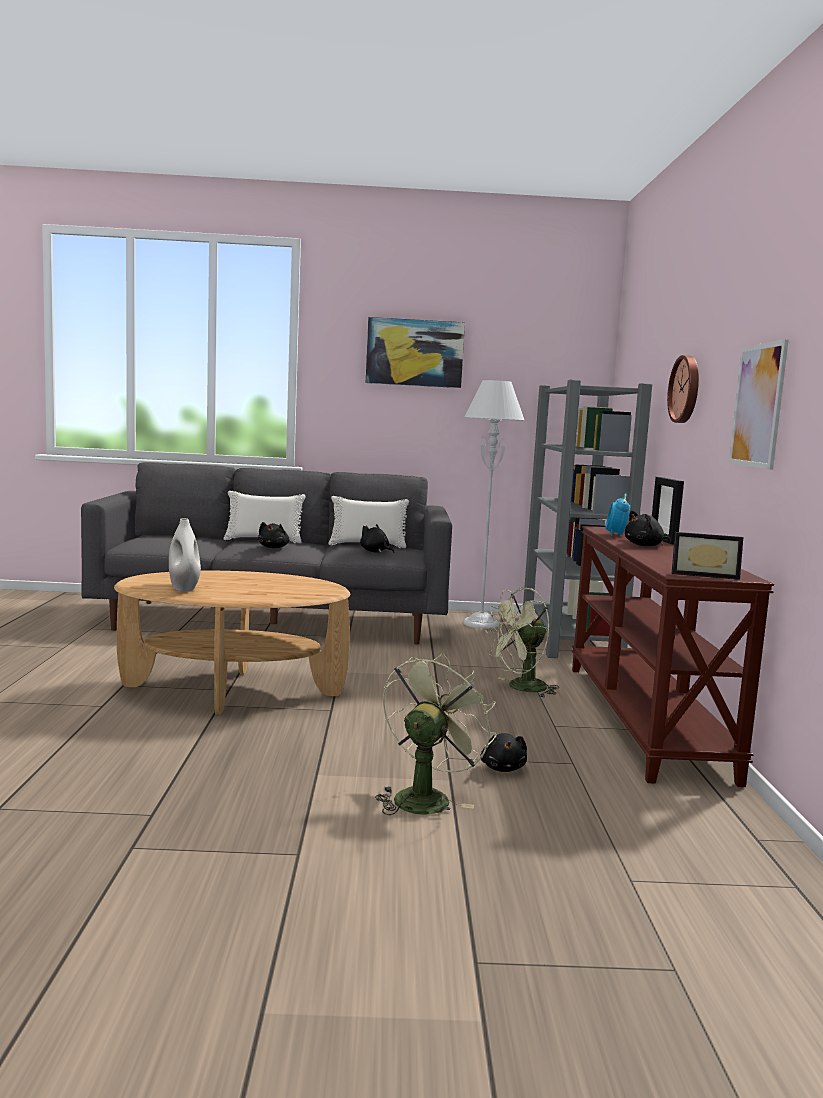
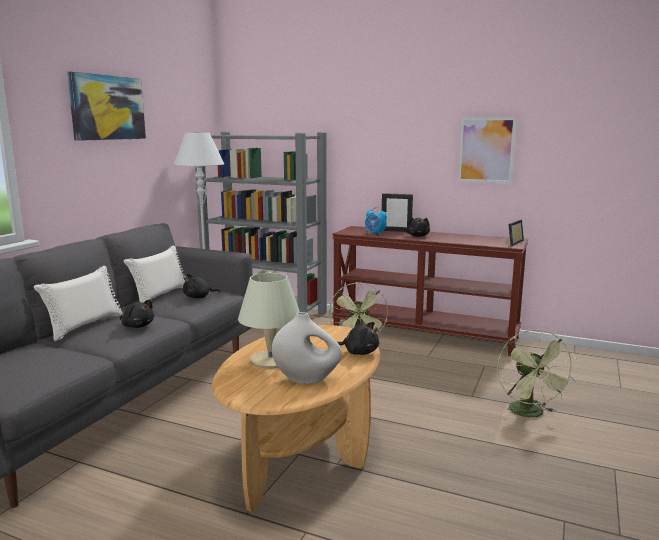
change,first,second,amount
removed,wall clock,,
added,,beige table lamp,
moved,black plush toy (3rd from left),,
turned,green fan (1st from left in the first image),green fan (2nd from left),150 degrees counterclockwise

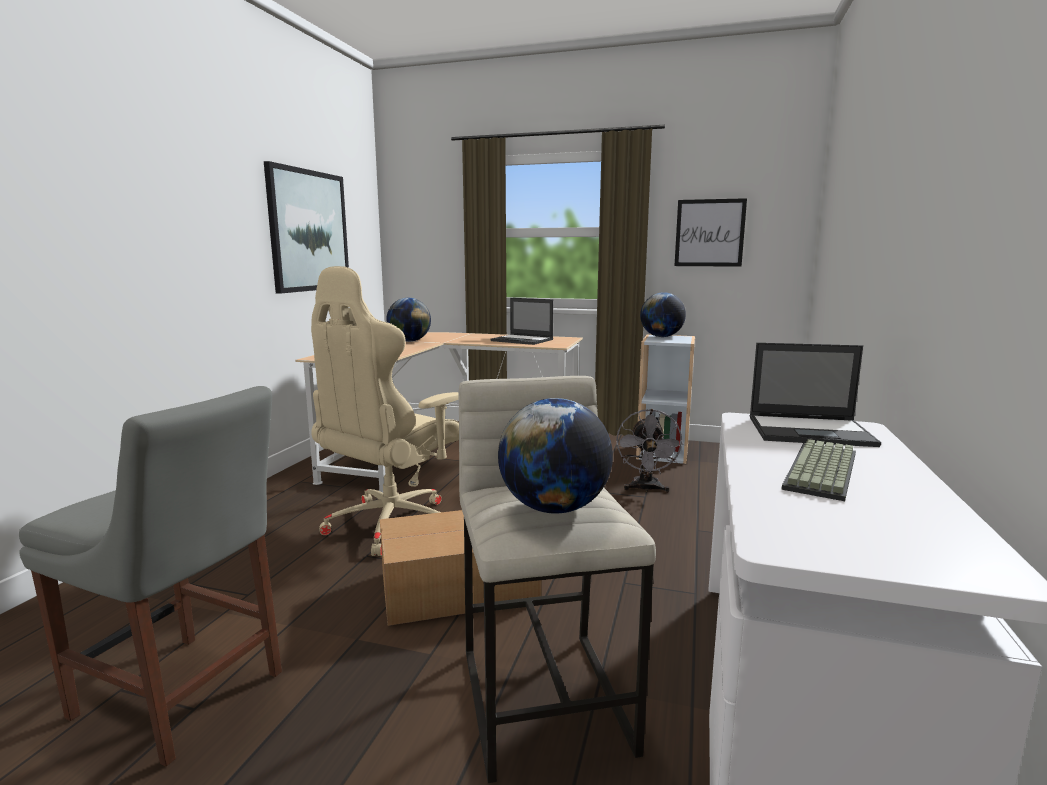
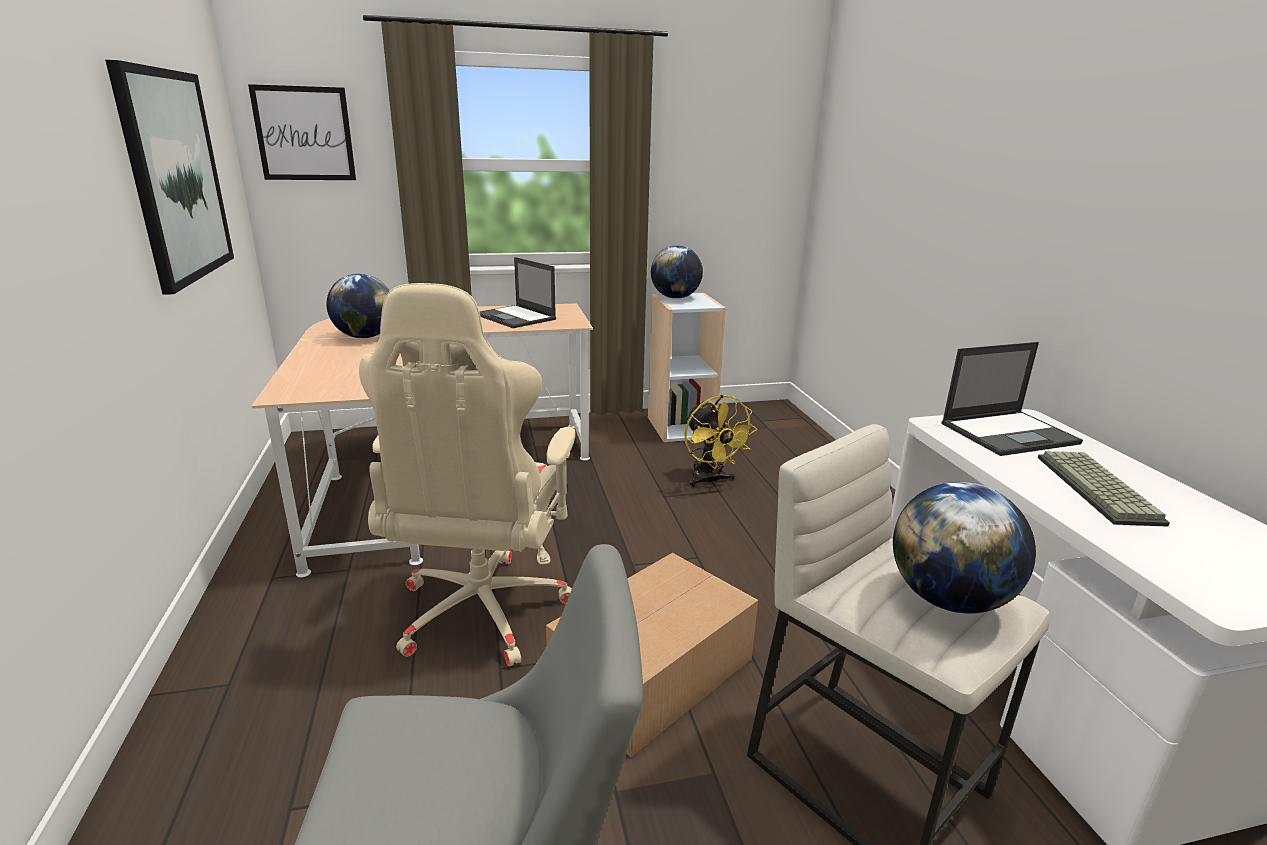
change,first,second,amount
moved,picture (2nd from left),,
recoloured,grey fan,yellow fan,
turned,laptop (1st from left),,45 degrees clockwise

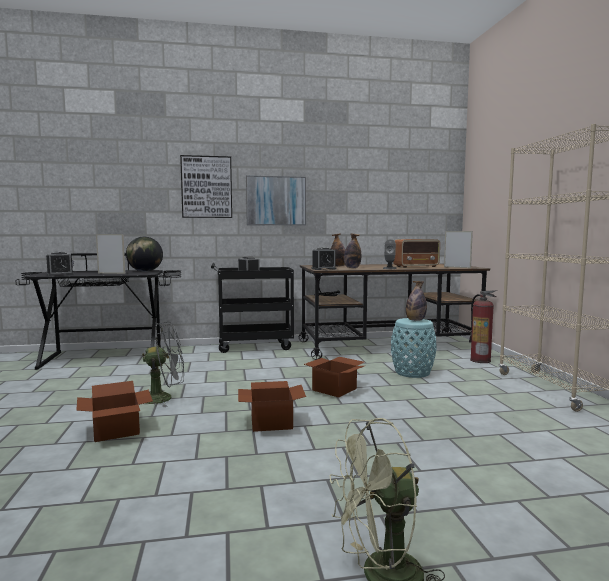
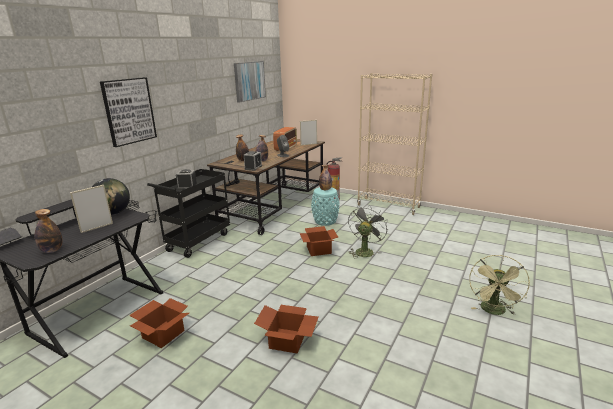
change,first,second,amount
moved,grey fan,,
moved,cardboard box (2nd from left in the first image),cardboard box (1st from left),
moved,picture (2nd from left),,
replaced,alarm clock (1st from left),bottle (1st from left),

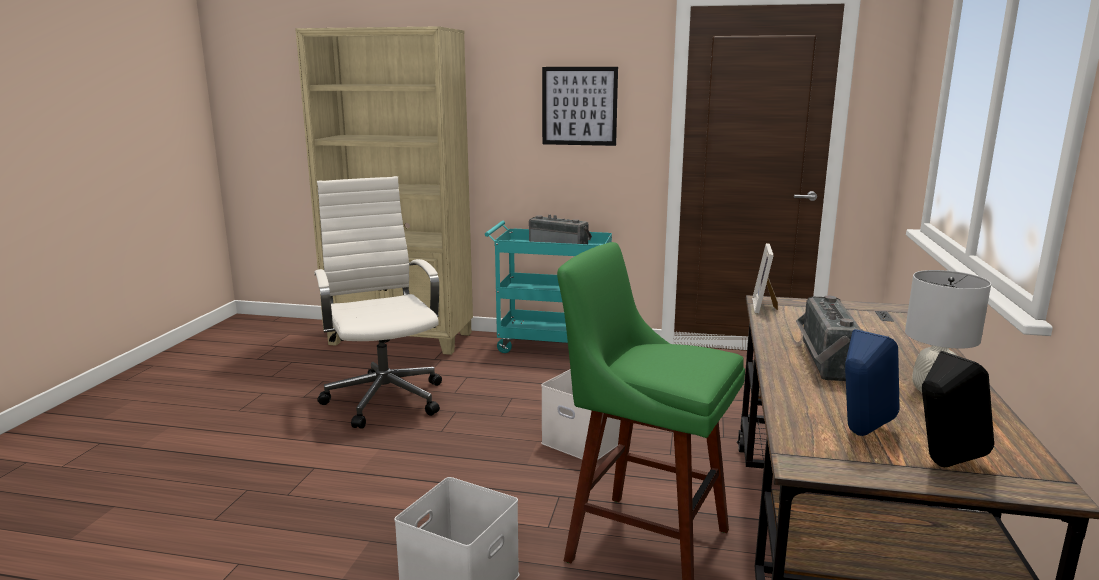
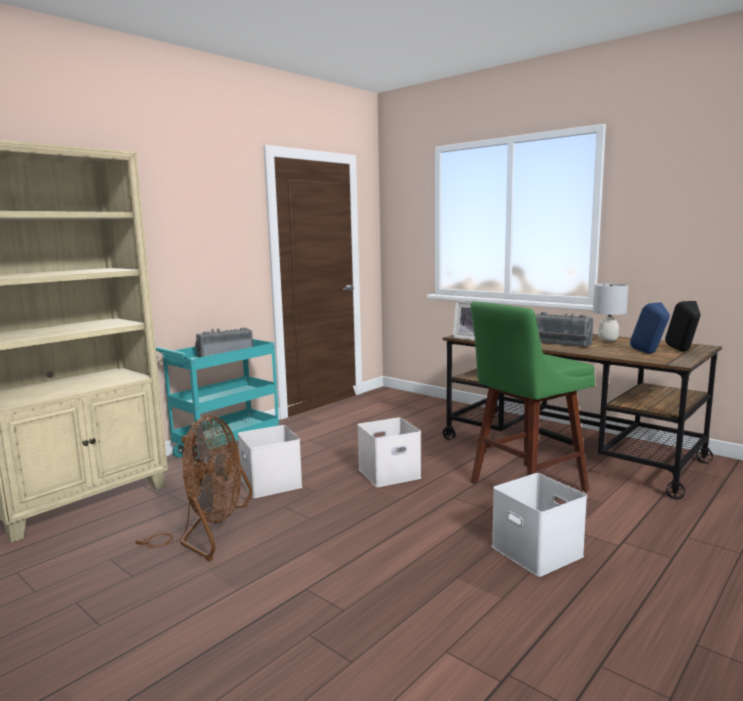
change,first,second,amount
removed,picture,,
added,,white storage box (1st from left),
replaced,white office chair,brown fan,

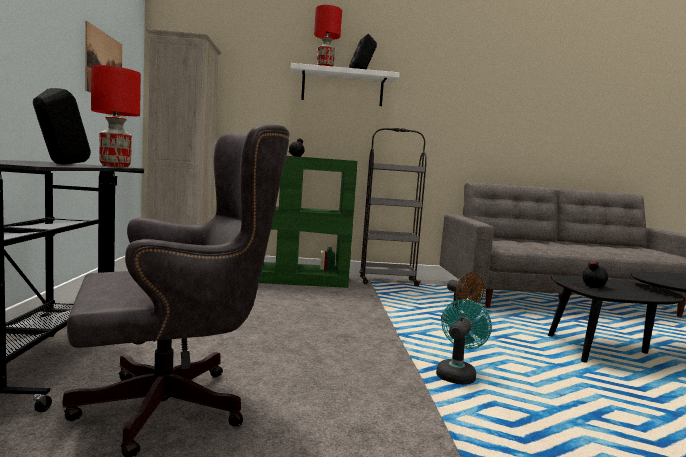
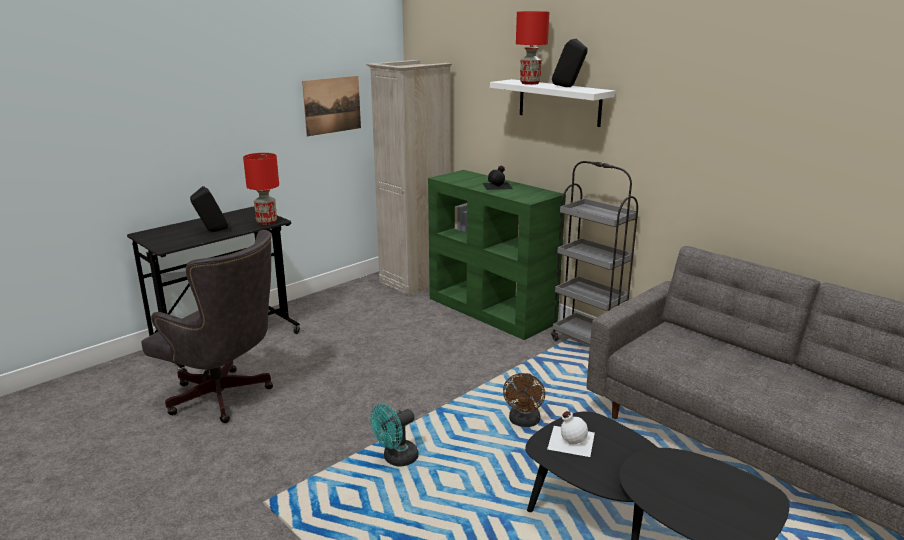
change,first,second,amount
recoloured,black bottle (2nd from left),white bottle,
turned,turquoise fan,,150 degrees clockwise

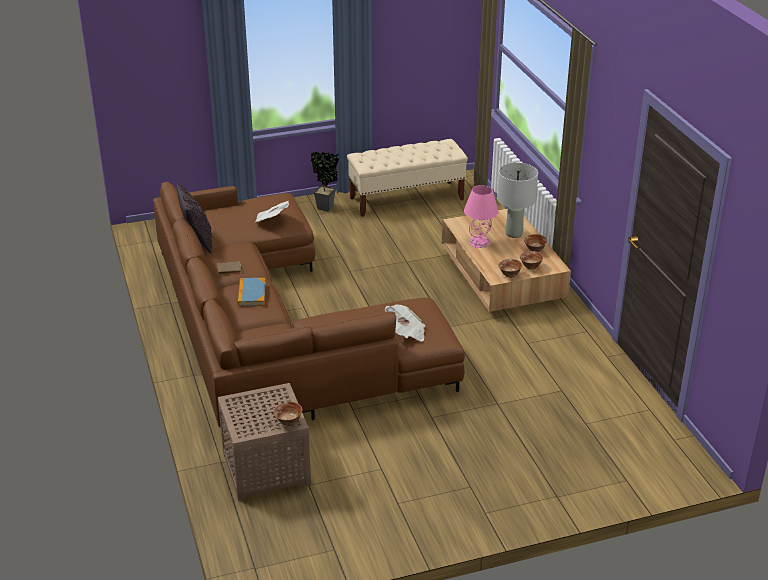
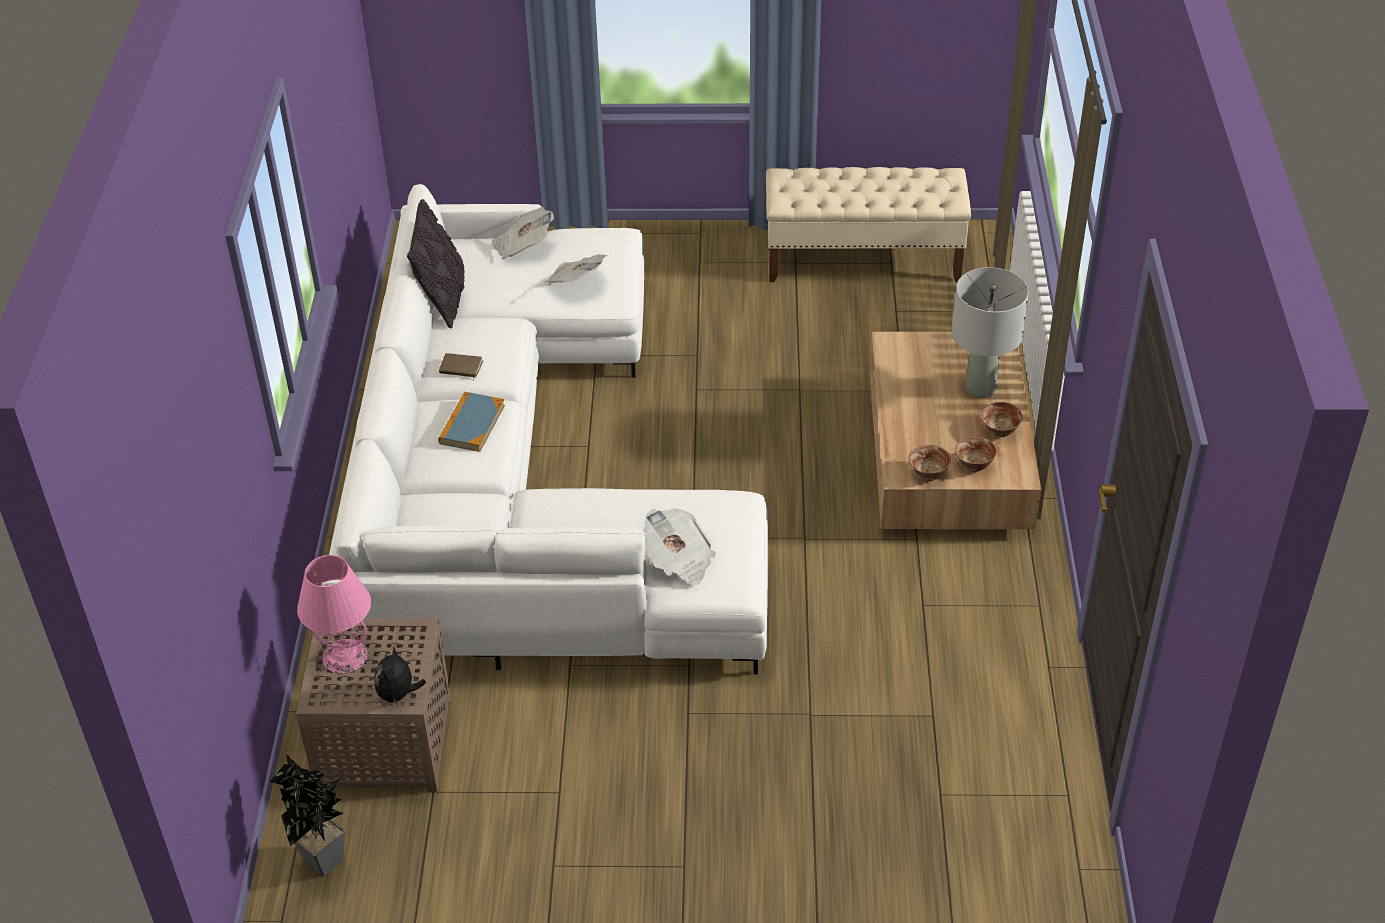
change,first,second,amount
added,,newspaper (1st from left),
moved,potted plant,,
moved,pink table lamp,,
replaced,bowl (1st from left),plush toy,
recoloured,brown sofa,white sofa,

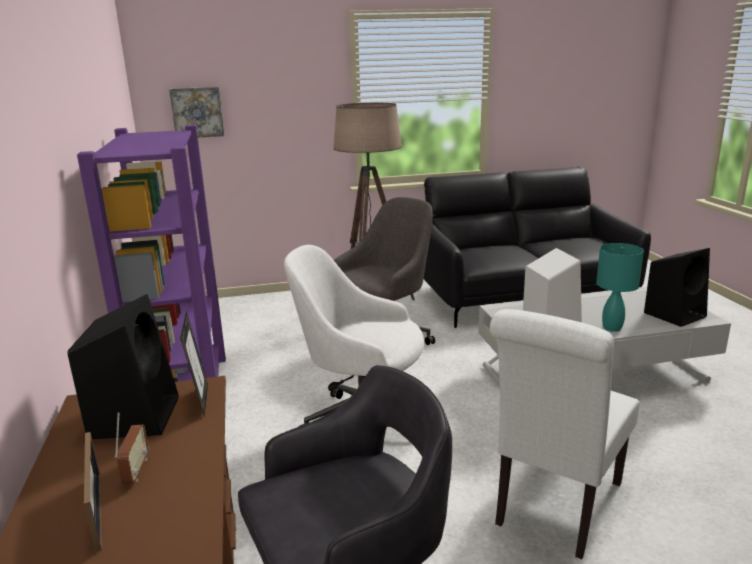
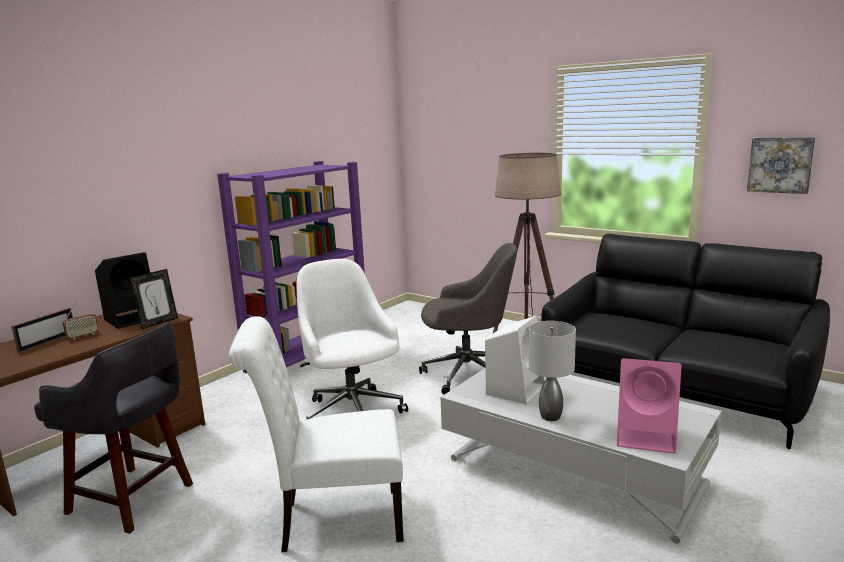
change,first,second,amount
moved,picture,,
recoloured,turquoise table lamp,grey table lamp,
recoloured,black speaker (2nd from left),pink speaker,

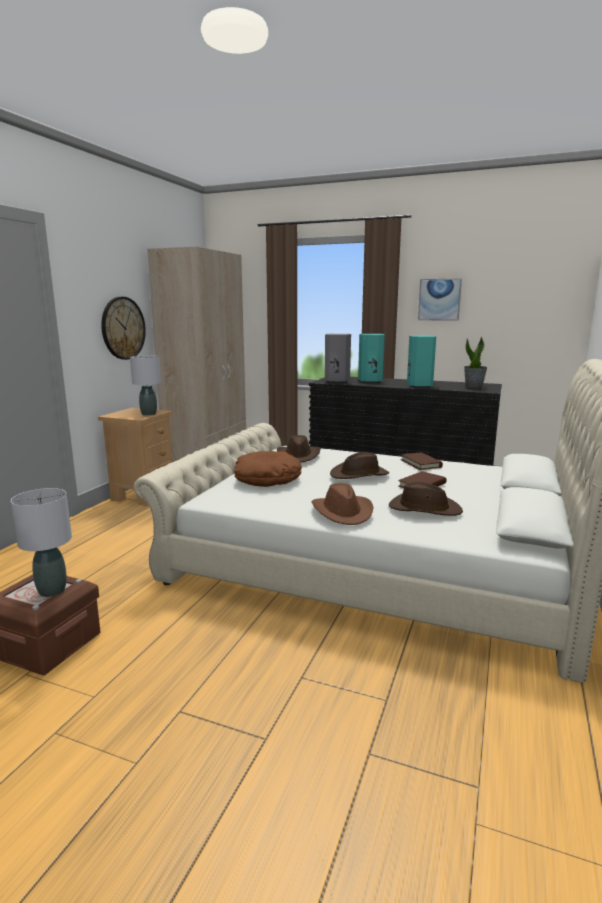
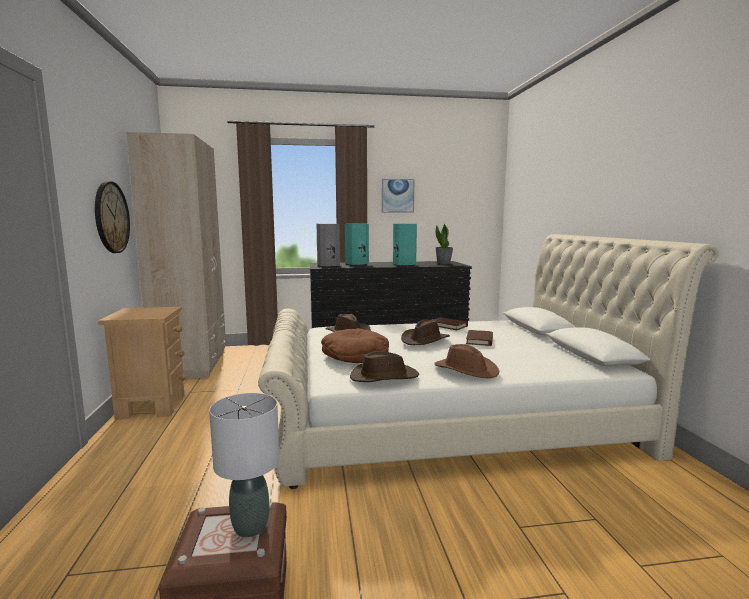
change,first,second,amount
removed,grey table lamp (2nd from left),,
moved,brown hat (4th from left in the first image),brown hat (2nd from left),

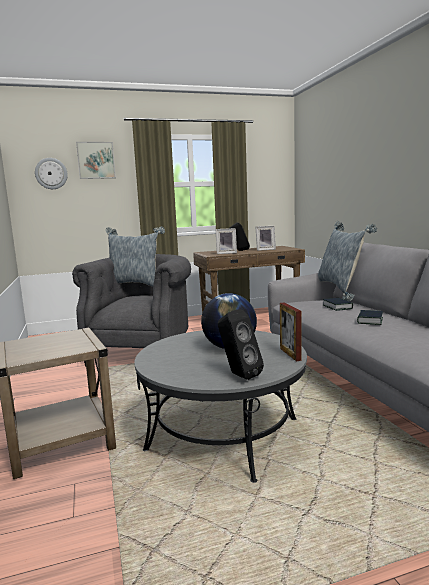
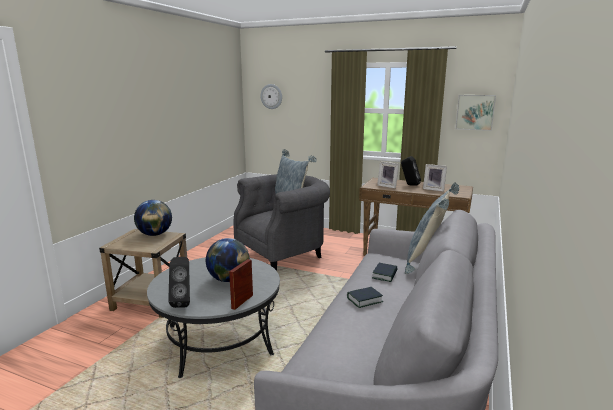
change,first,second,amount
added,,globe (1st from left),
moved,picture,,

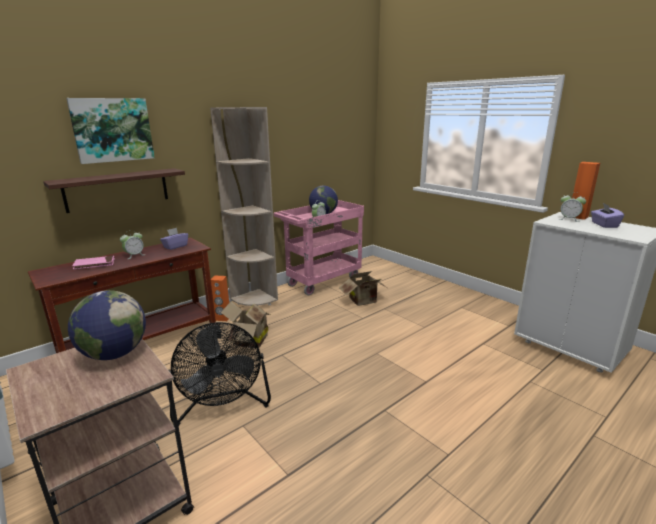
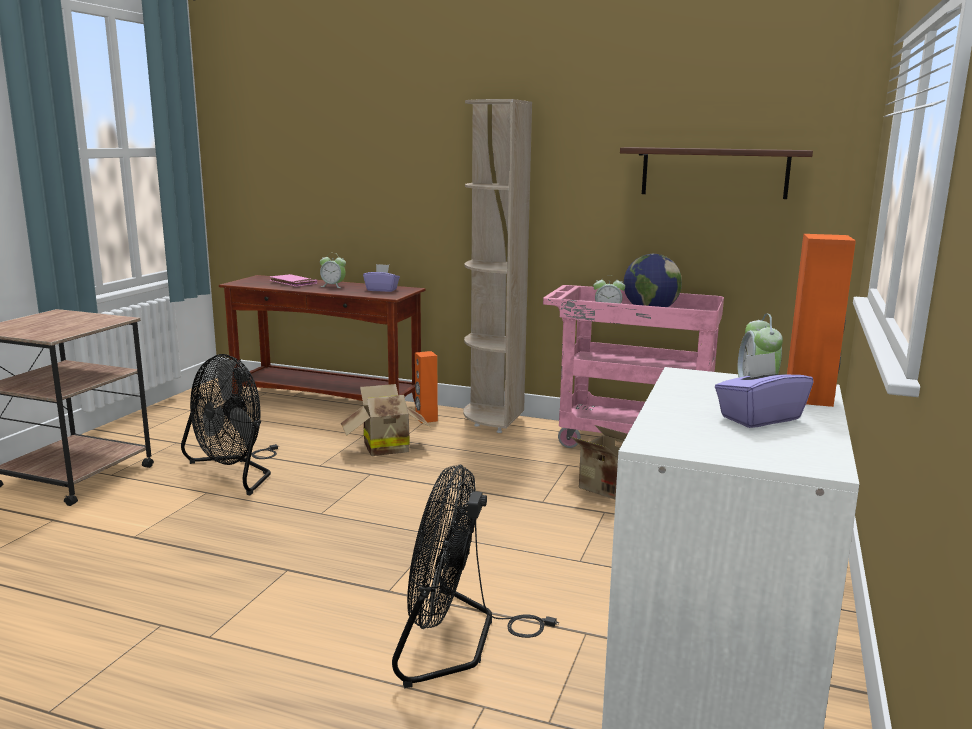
change,first,second,amount
removed,picture,,
removed,globe (1st from left),,
added,,black fan (2nd from left),
moved,shelf,,

